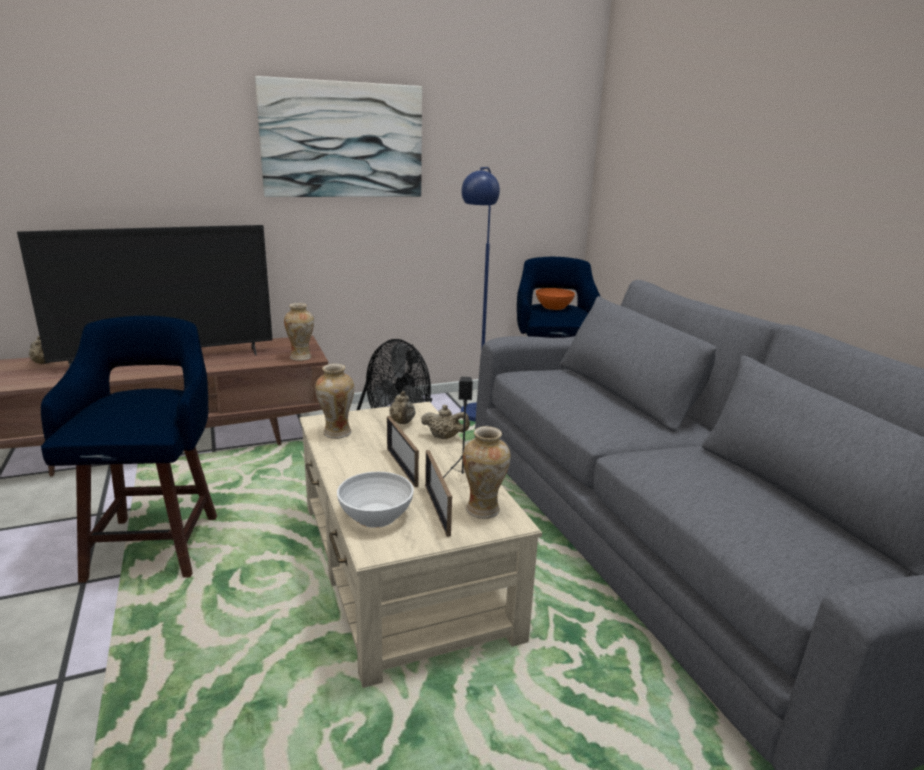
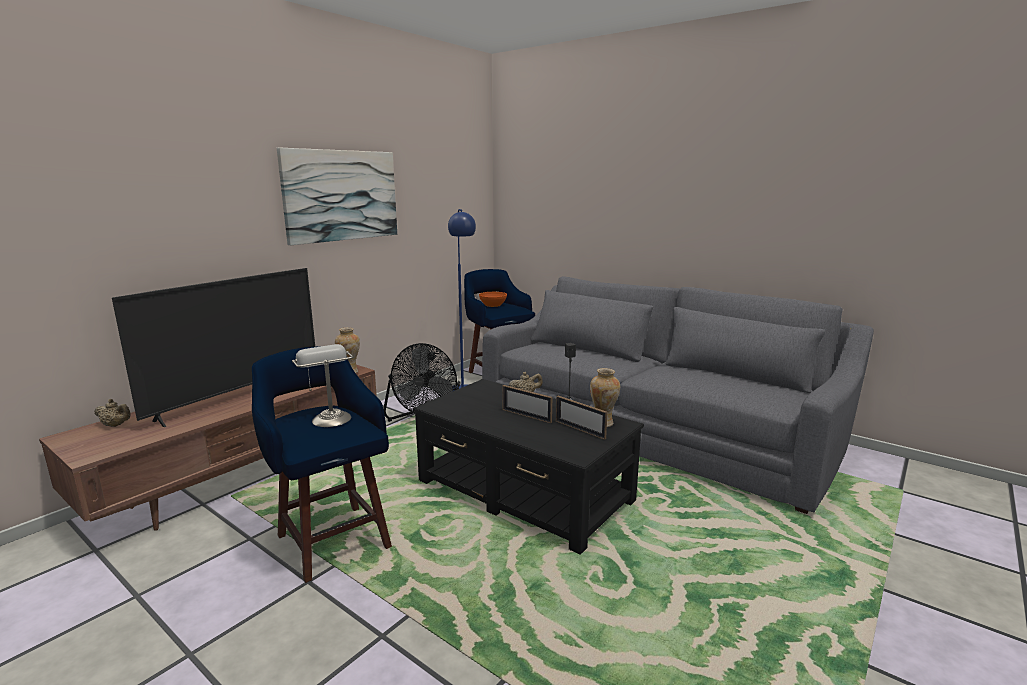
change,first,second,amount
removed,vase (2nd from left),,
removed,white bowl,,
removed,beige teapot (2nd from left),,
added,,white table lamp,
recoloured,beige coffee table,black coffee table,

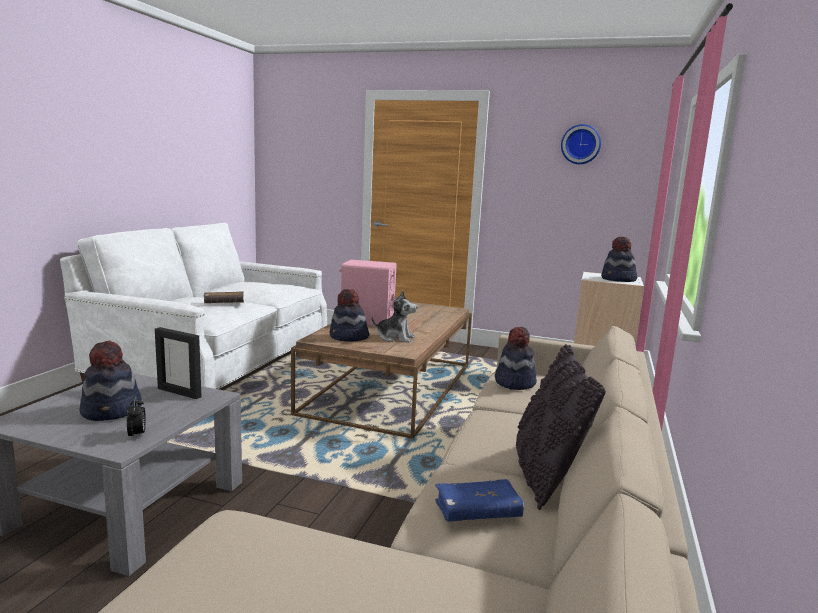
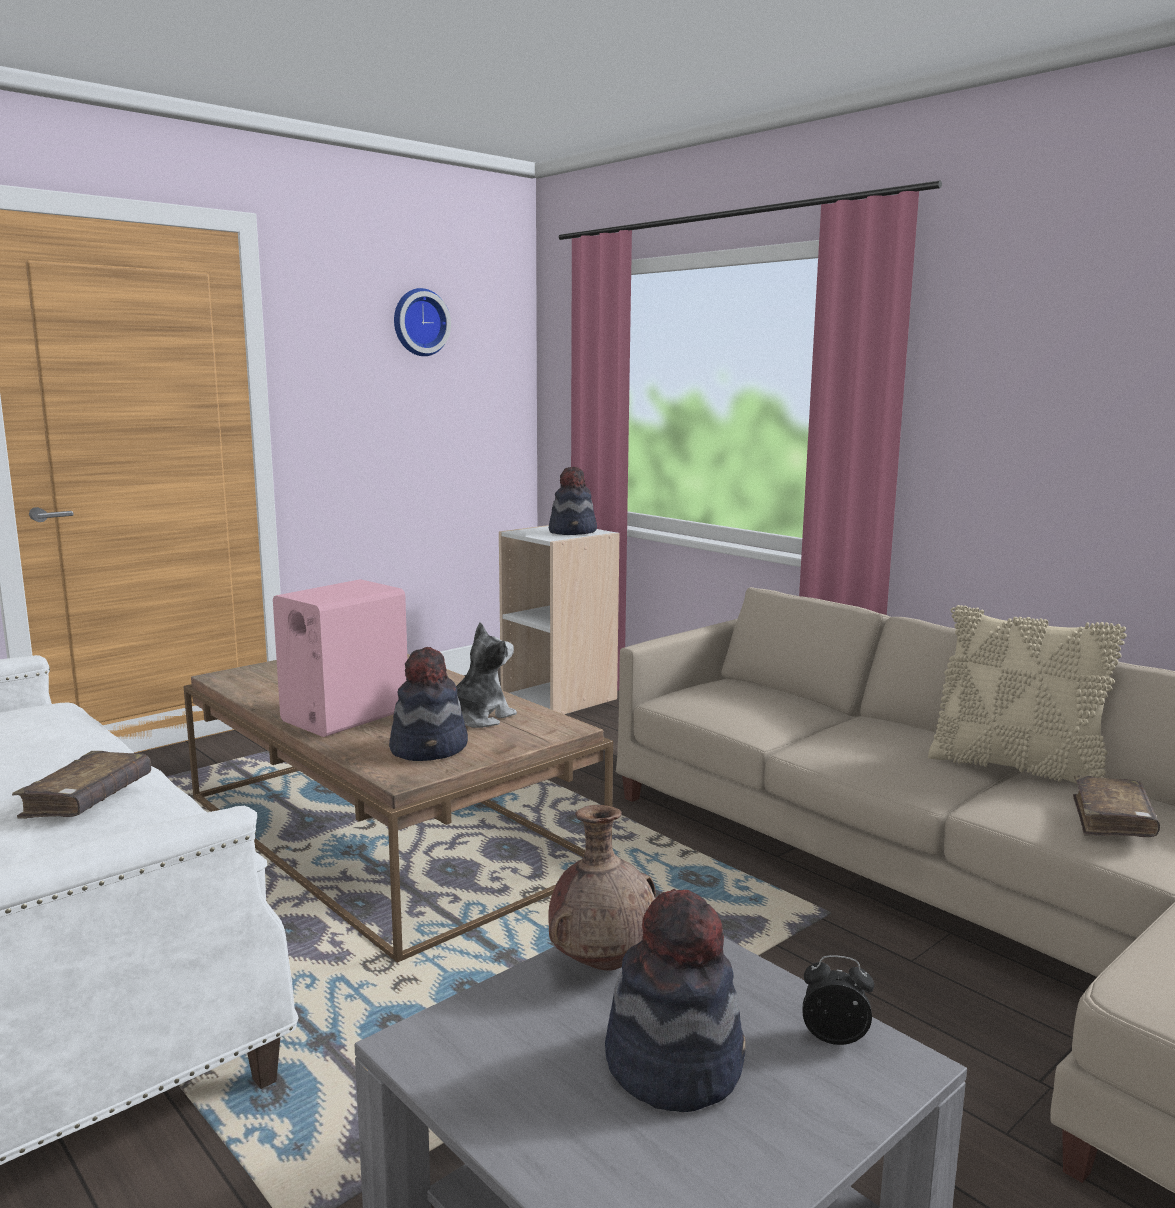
change,first,second,amount
removed,hat (3rd from left),,
replaced,picture frame,brown vase,
recoloured,blue book,brown book (2nd from left),
recoloured,black pillow,beige pillow,

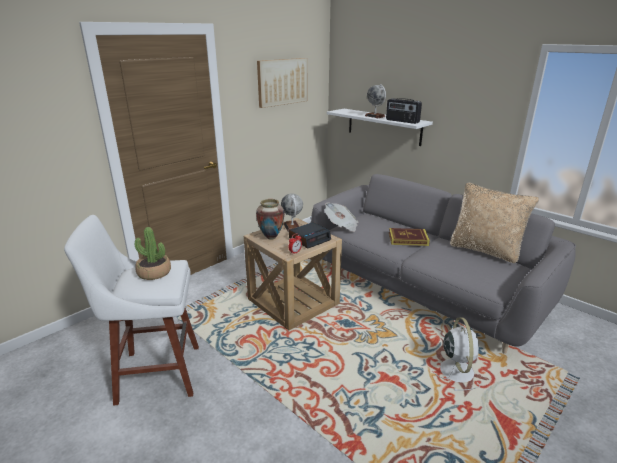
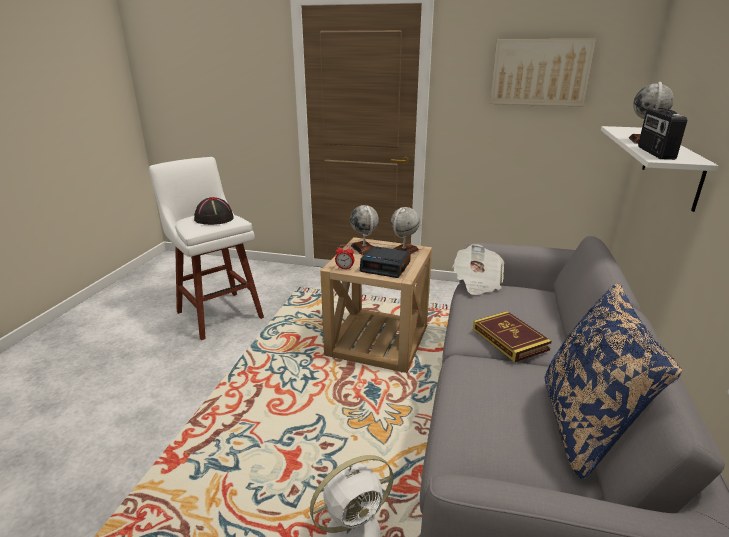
change,first,second,amount
replaced,potted plant,black hat,
replaced,vase,globe (1st from left),
recoloured,beige pillow,blue pillow,

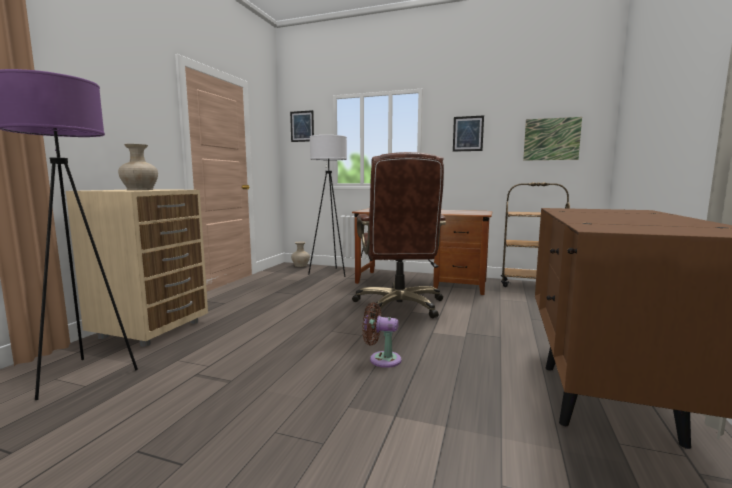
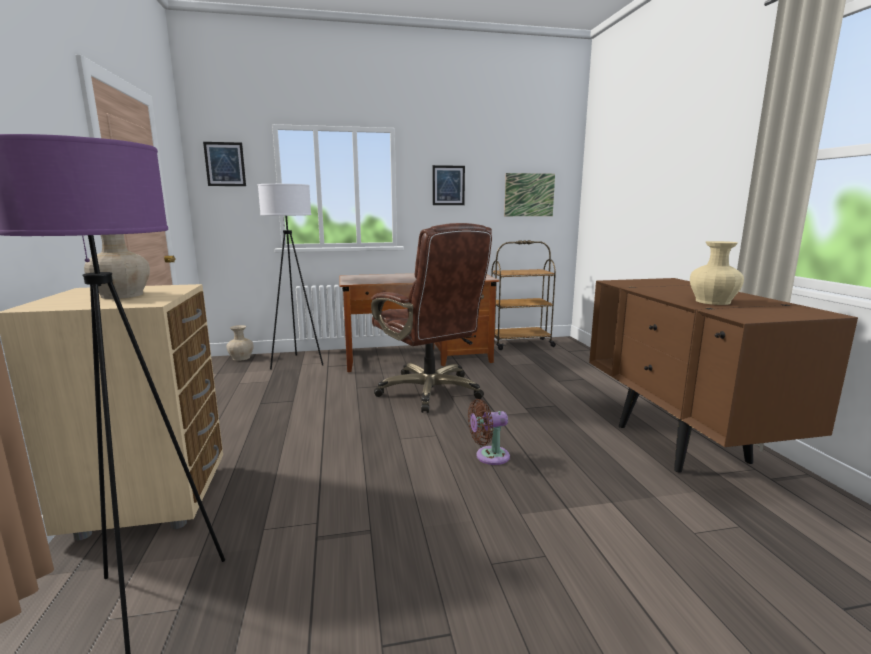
change,first,second,amount
added,,beige vase (3rd from left),

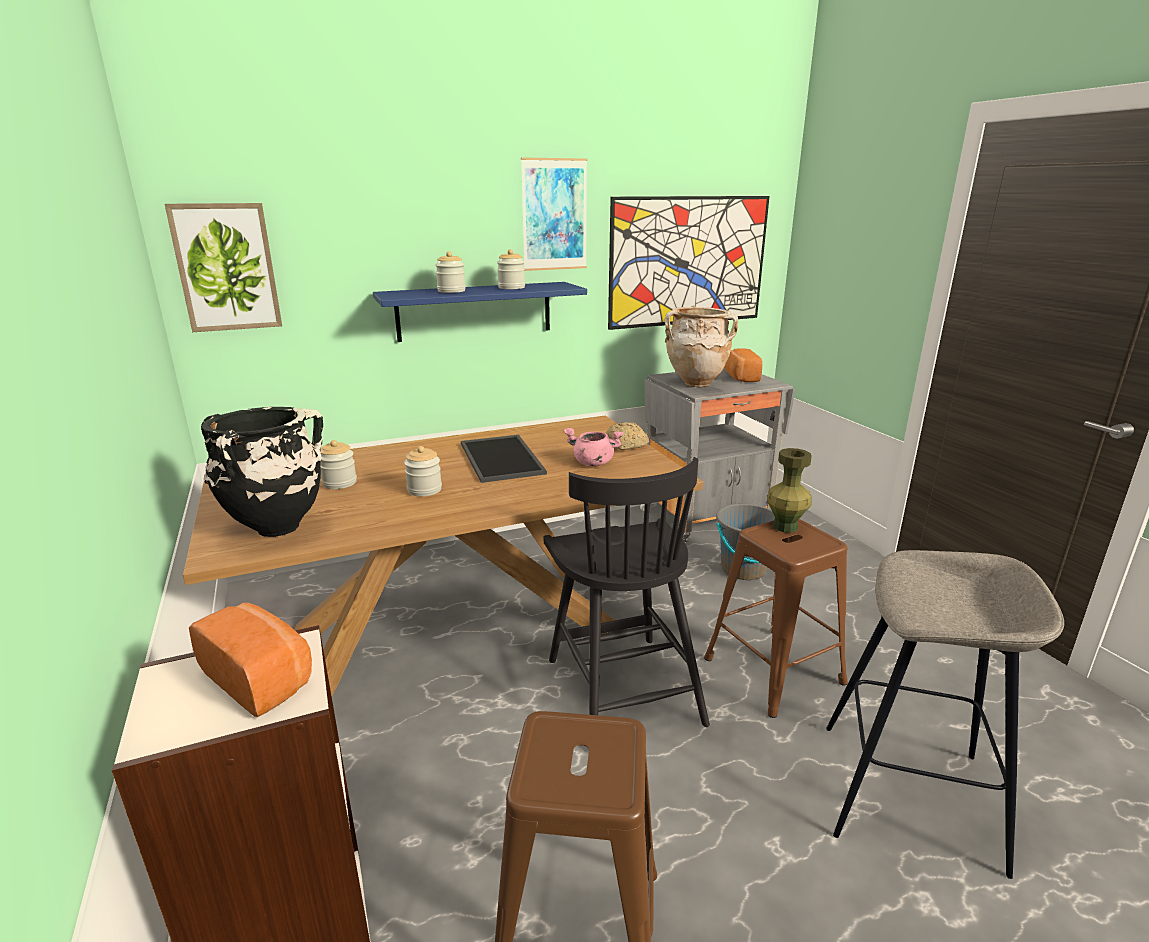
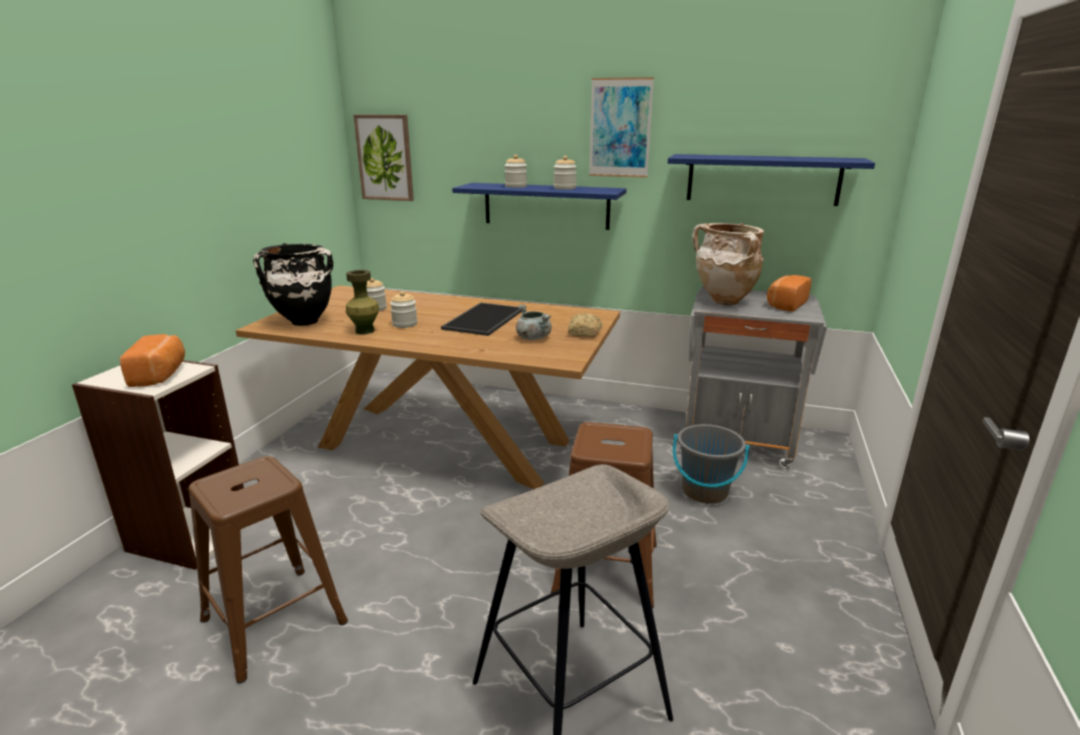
change,first,second,amount
removed,black chair,,
moved,green vase,,
replaced,picture (3rd from left),blue shelf (2nd from left),
recoloured,pink cooking pot,grey cooking pot,

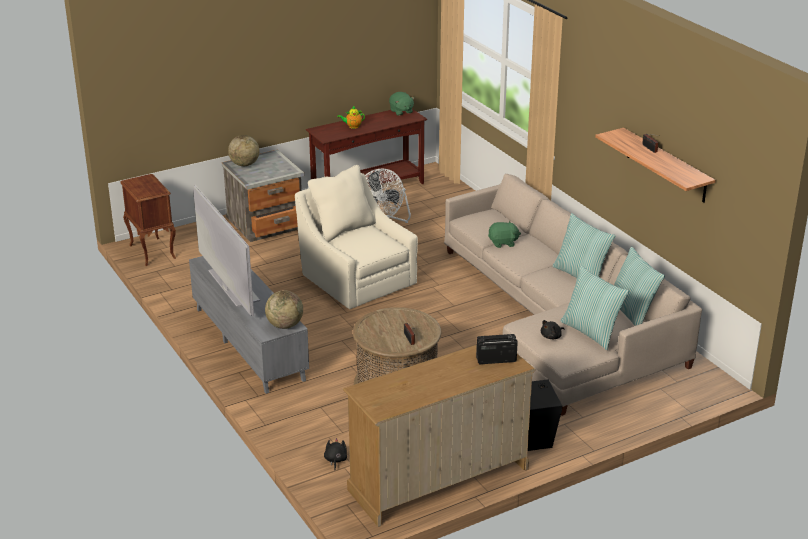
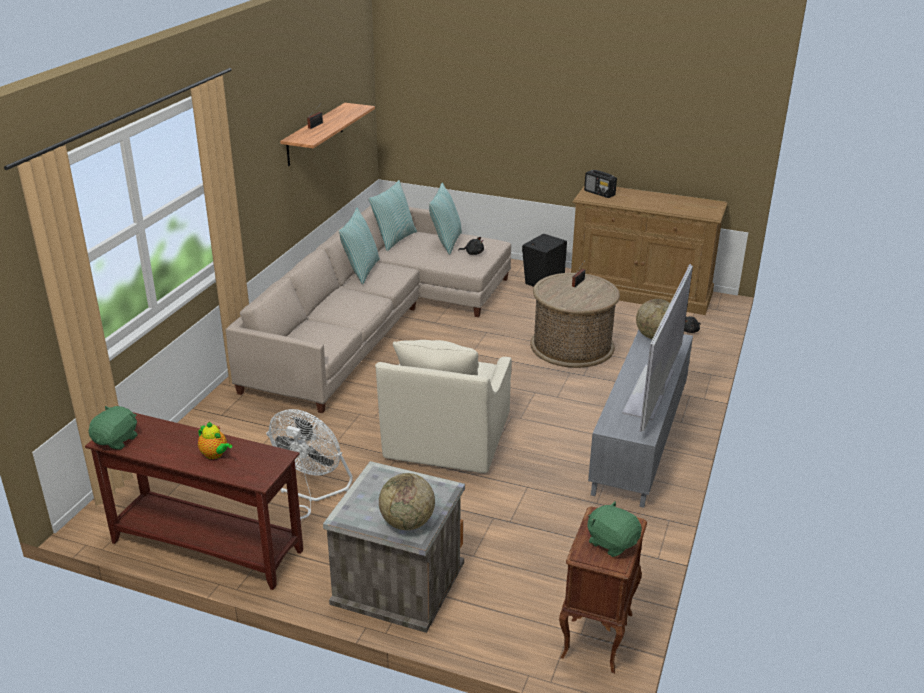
change,first,second,amount
moved,green plush toy (2nd from left),,

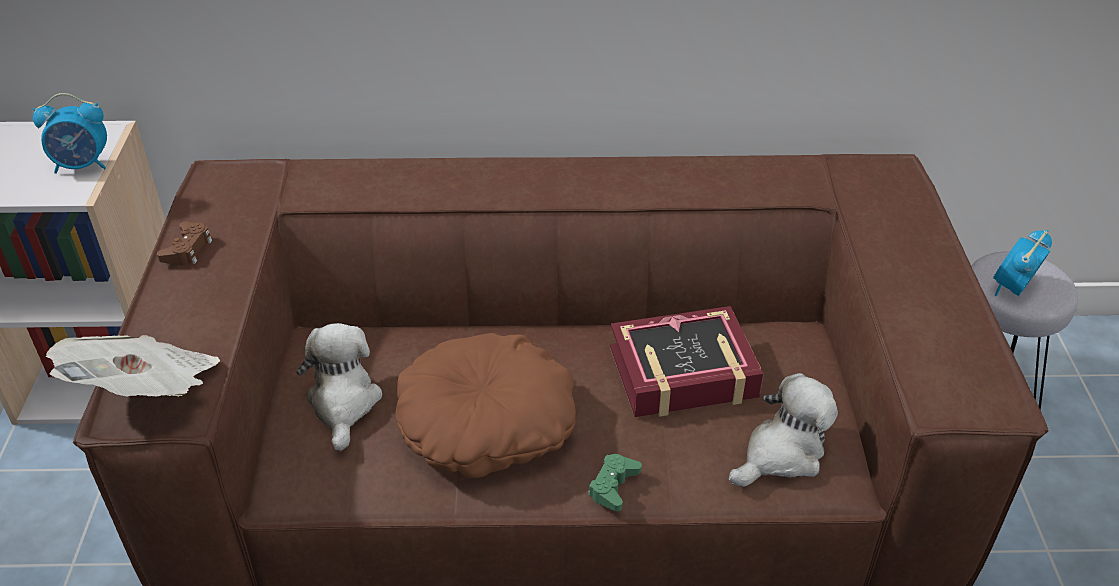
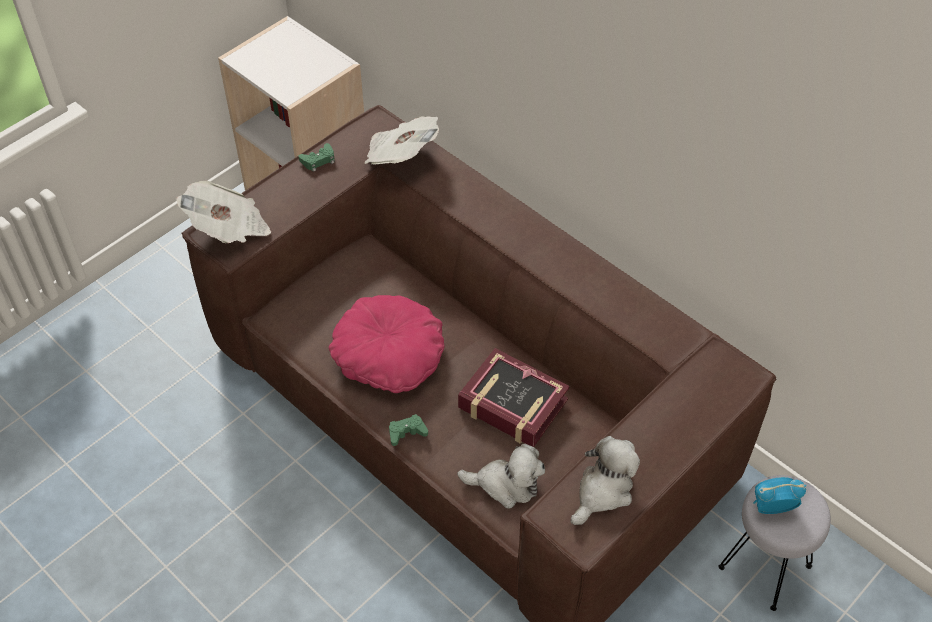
change,first,second,amount
removed,alarm clock (1st from left),,
added,,newspaper (2nd from left),
moved,plush toy (1st from left in the first image),plush toy (2nd from left),
recoloured,brown game controller,green game controller (1st from left),
recoloured,brown pillow,pink pillow,

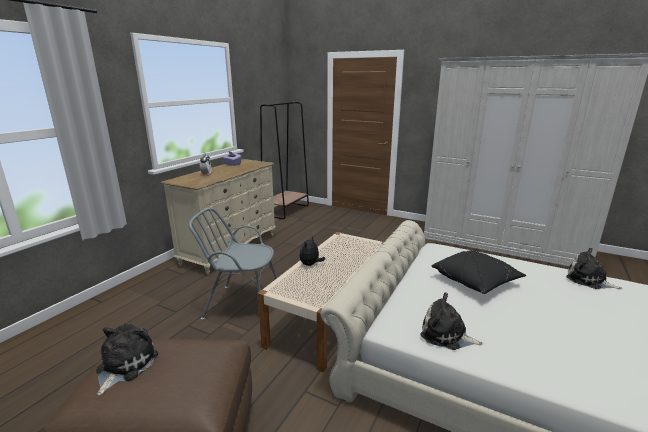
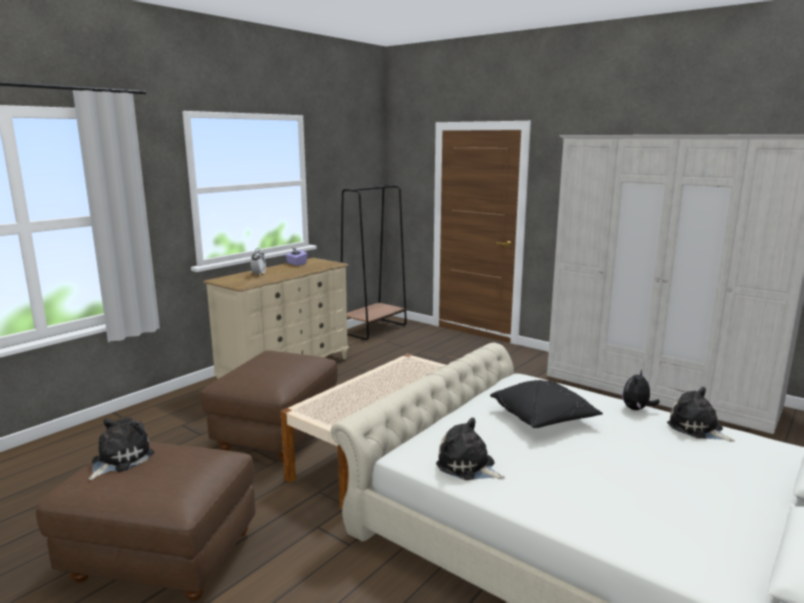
change,first,second,amount
moved,plush toy (2nd from left in the first image),plush toy (3rd from left),
replaced,grey chair,brown ottoman (2nd from left),

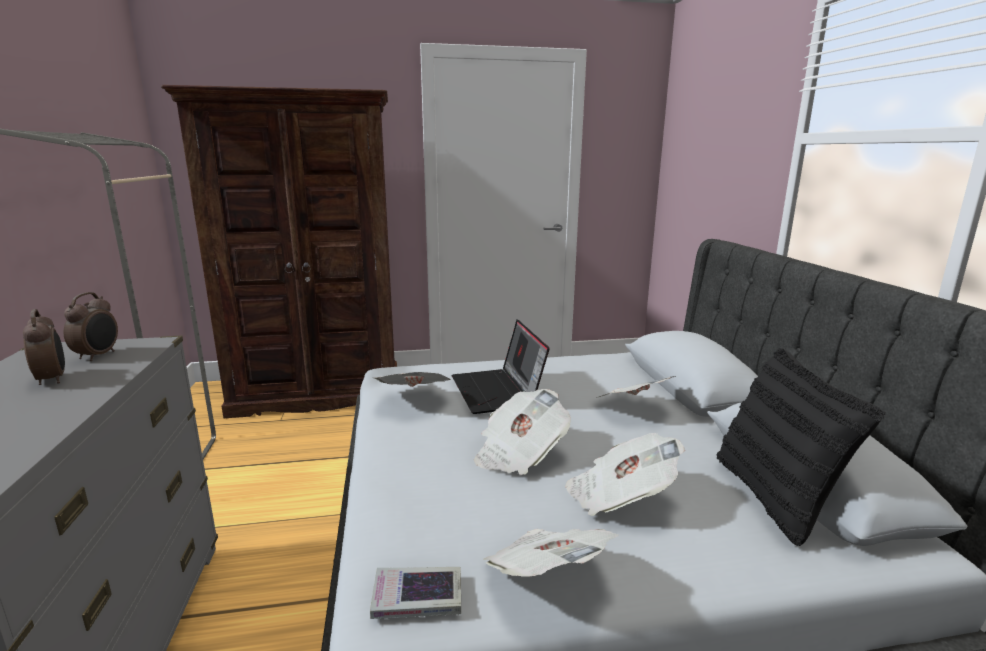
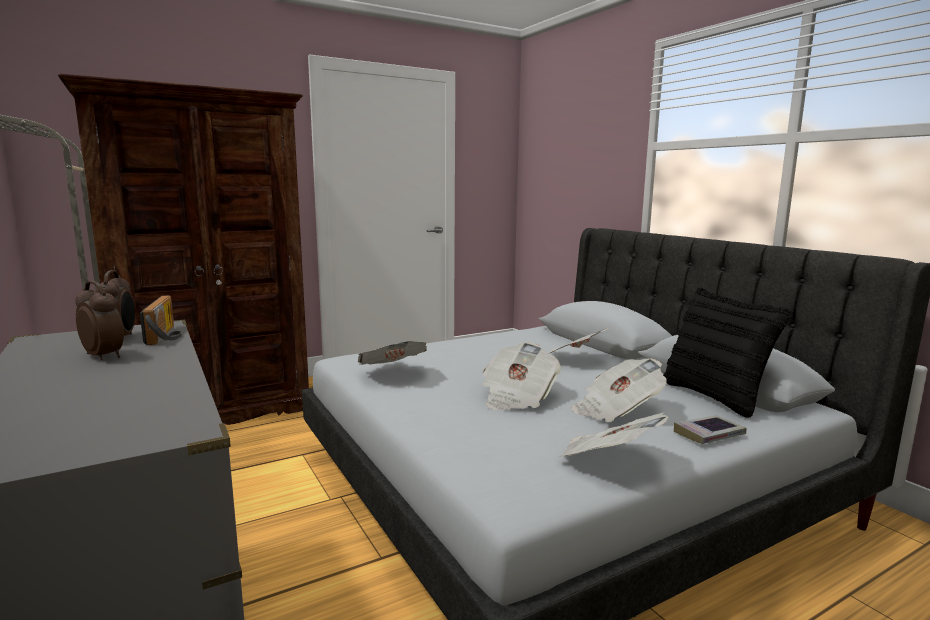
change,first,second,amount
removed,laptop,,
added,,radio,
moved,book,,

